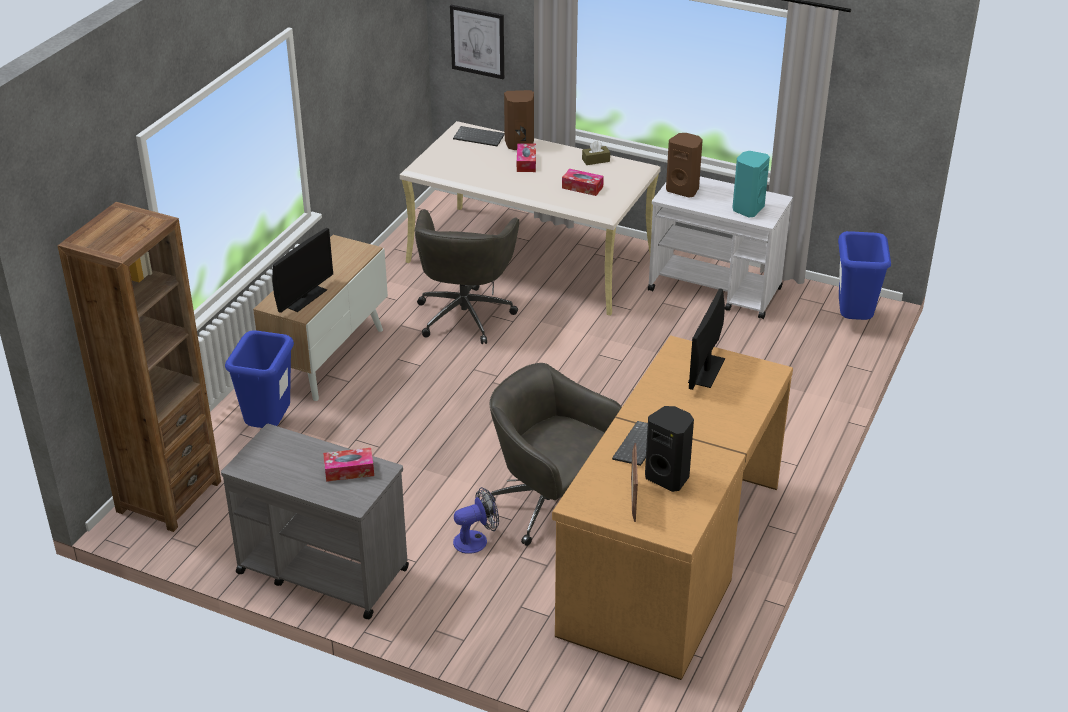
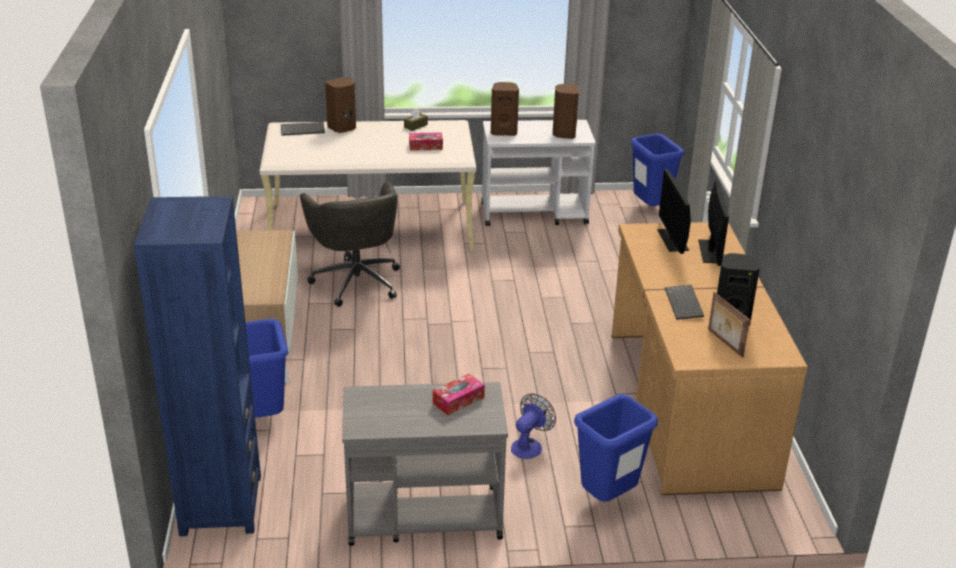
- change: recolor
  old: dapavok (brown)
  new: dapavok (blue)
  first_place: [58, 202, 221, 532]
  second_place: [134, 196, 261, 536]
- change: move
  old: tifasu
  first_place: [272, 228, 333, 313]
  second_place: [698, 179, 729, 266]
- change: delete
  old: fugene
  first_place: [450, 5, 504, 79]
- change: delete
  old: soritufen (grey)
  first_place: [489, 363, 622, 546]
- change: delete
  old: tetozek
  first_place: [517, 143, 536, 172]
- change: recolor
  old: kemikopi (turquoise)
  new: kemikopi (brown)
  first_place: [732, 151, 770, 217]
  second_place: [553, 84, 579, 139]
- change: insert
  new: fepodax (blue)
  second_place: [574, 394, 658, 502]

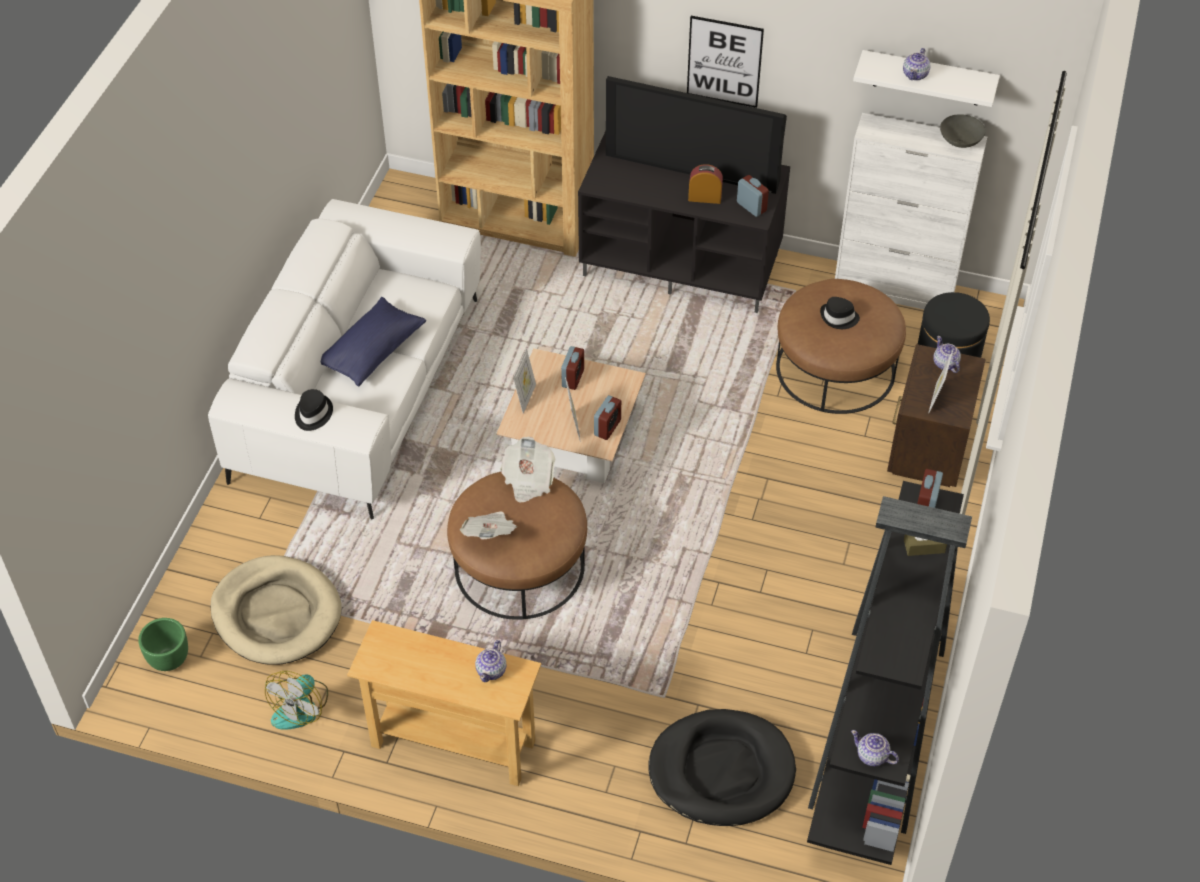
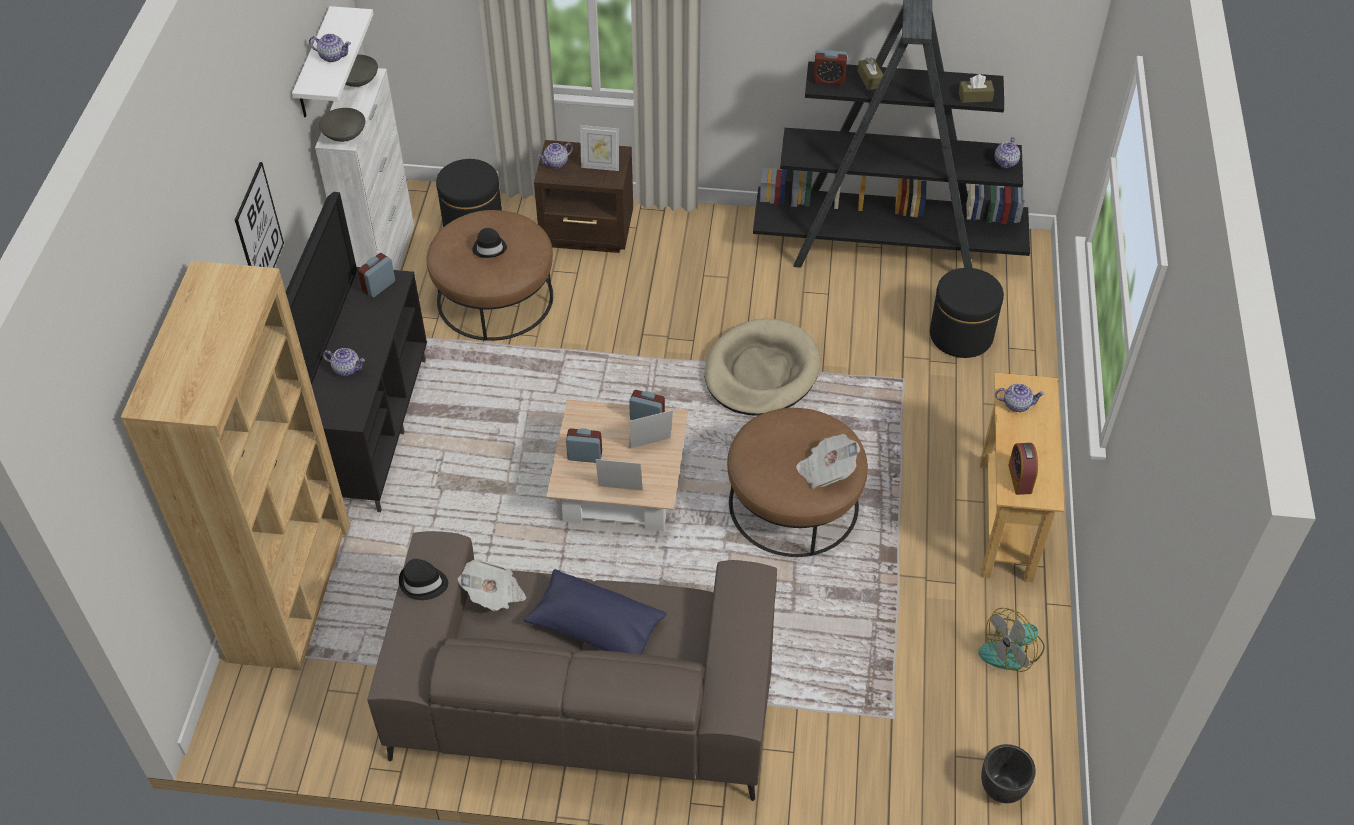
- change: recolor
  old: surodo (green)
  new: surodo (black)
  first_place: [138, 618, 188, 671]
  second_place: [981, 744, 1036, 803]
- change: recolor
  old: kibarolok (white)
  new: kibarolok (brown)
  first_place: [208, 199, 481, 520]
  second_place: [367, 531, 777, 801]
- change: move
  old: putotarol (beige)
  first_place: [210, 555, 342, 665]
  second_place: [704, 318, 820, 416]
- change: rotate
  old: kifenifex
  first_place: [265, 671, 328, 729]
  second_place: [978, 608, 1045, 672]
  degrees: 135
- change: move
  old: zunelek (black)
  first_place: [295, 389, 333, 431]
  second_place: [399, 559, 448, 600]
- change: move
  old: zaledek
  first_place: [500, 437, 555, 503]
  second_place: [458, 559, 526, 611]
- change: replace
  old: putotarol (black)
  new: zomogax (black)
  first_place: [649, 709, 796, 826]
  second_place: [930, 268, 1004, 358]
- change: move
  old: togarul
  first_place: [688, 164, 723, 204]
  second_place: [1008, 443, 1038, 495]
- change: insert
  new: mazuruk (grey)
  second_place: [319, 108, 365, 142]
- change: insert
  new: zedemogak
  second_place: [323, 348, 365, 376]
- change: insert
  new: tetozek (brown)
  second_place: [959, 74, 994, 103]

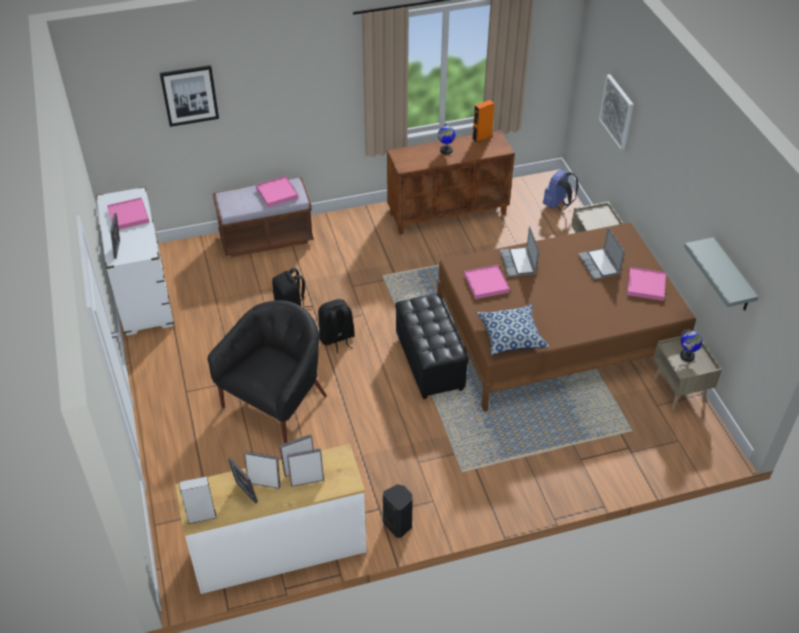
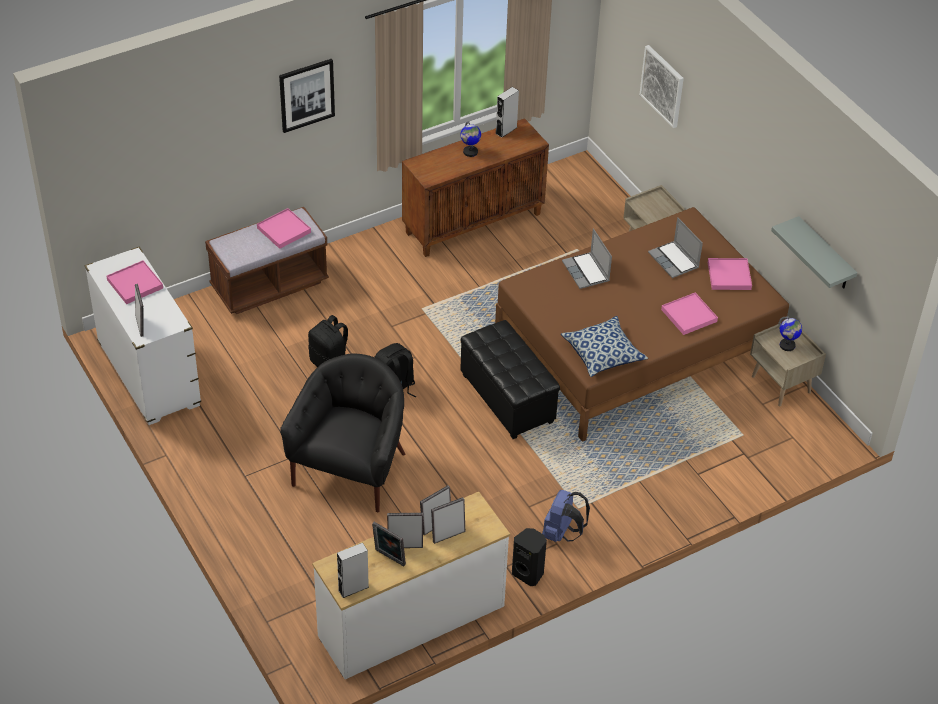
- change: move
  old: fugene
  first_place: [160, 65, 219, 127]
  second_place: [279, 59, 335, 133]
- change: move
  old: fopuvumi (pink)
  first_place: [464, 265, 510, 299]
  second_place: [661, 292, 718, 335]
- change: recolor
  old: kemikopi (orange)
  new: kemikopi (grey)
  first_place: [472, 100, 494, 143]
  second_place: [495, 87, 519, 138]
- change: move
  old: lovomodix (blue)
  first_place: [543, 170, 579, 210]
  second_place: [542, 490, 590, 542]

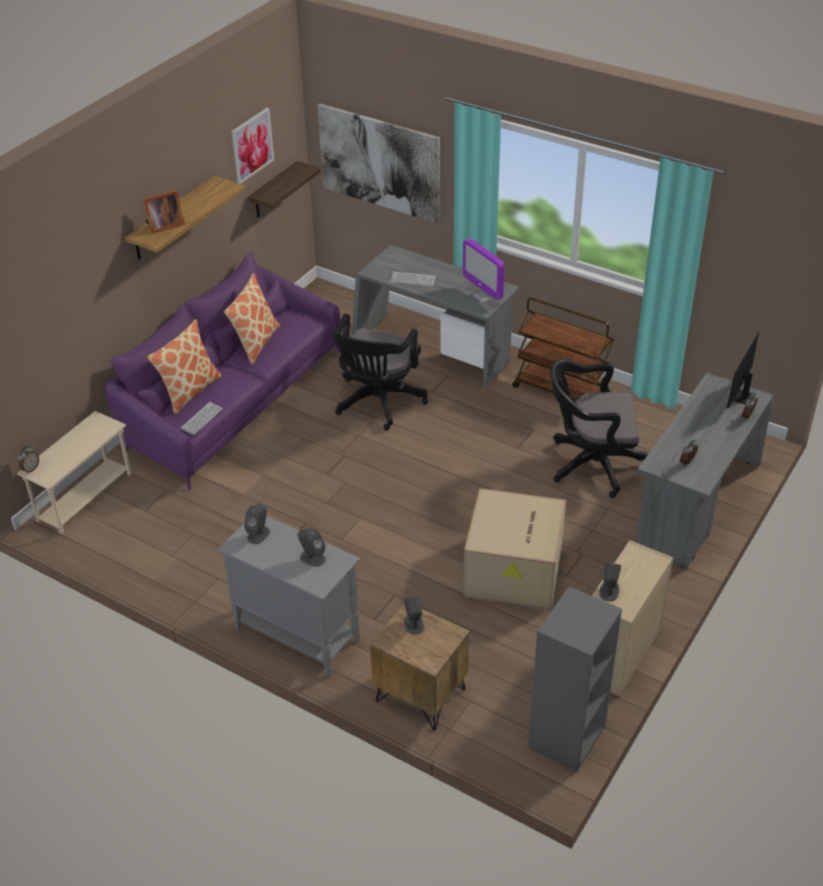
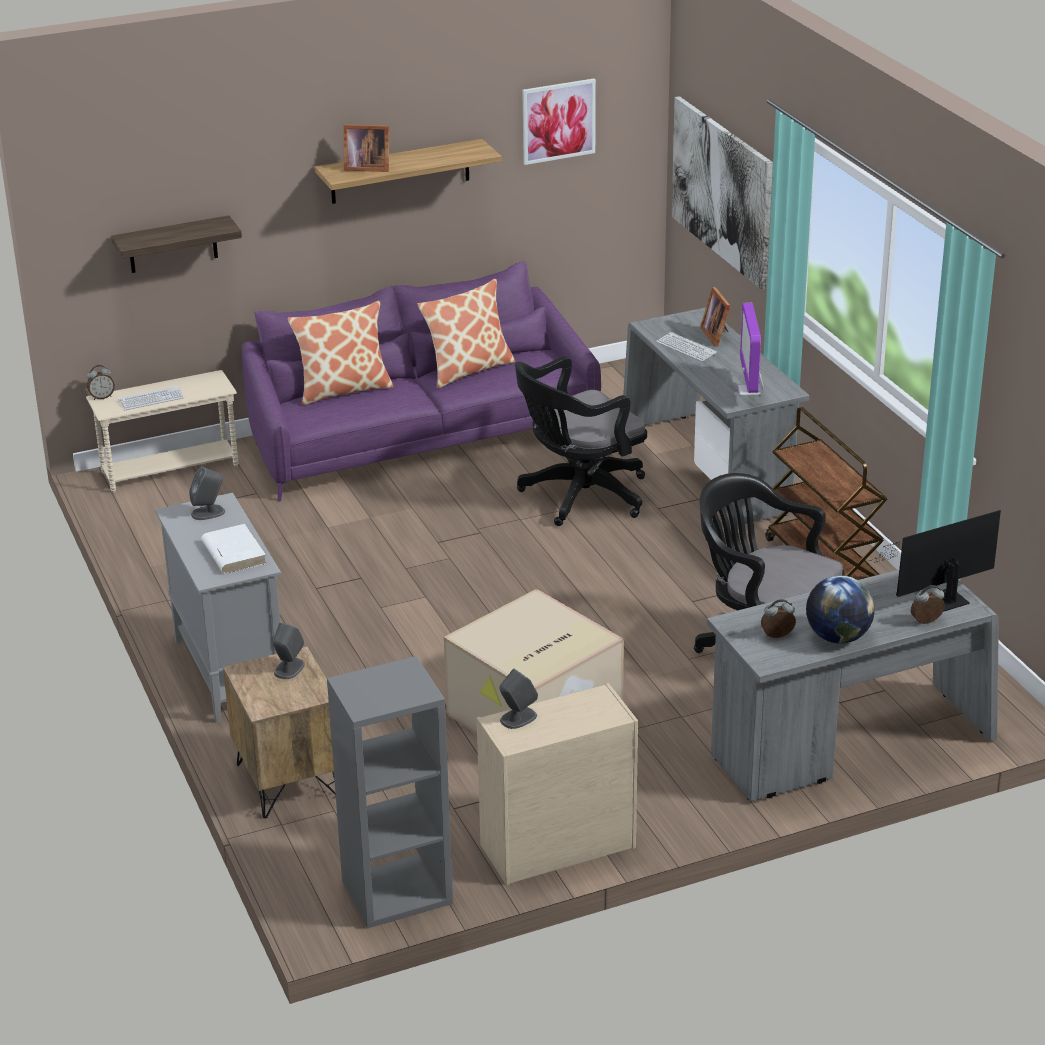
- change: move
  old: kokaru
  first_place: [181, 402, 223, 435]
  second_place: [118, 386, 184, 410]
- change: move
  old: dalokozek
  first_place: [248, 161, 320, 217]
  second_place: [111, 215, 242, 273]
- change: replace
  old: kemikopi (grey)
  new: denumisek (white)
  first_place: [298, 527, 326, 567]
  second_place: [201, 524, 267, 574]
- change: insert
  new: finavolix
  second_place: [700, 287, 730, 347]
- change: insert
  new: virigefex
  second_place: [806, 575, 875, 644]

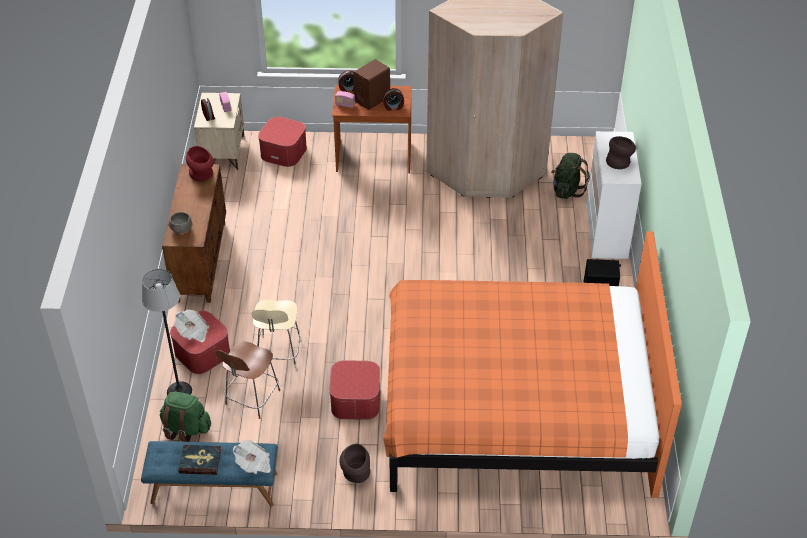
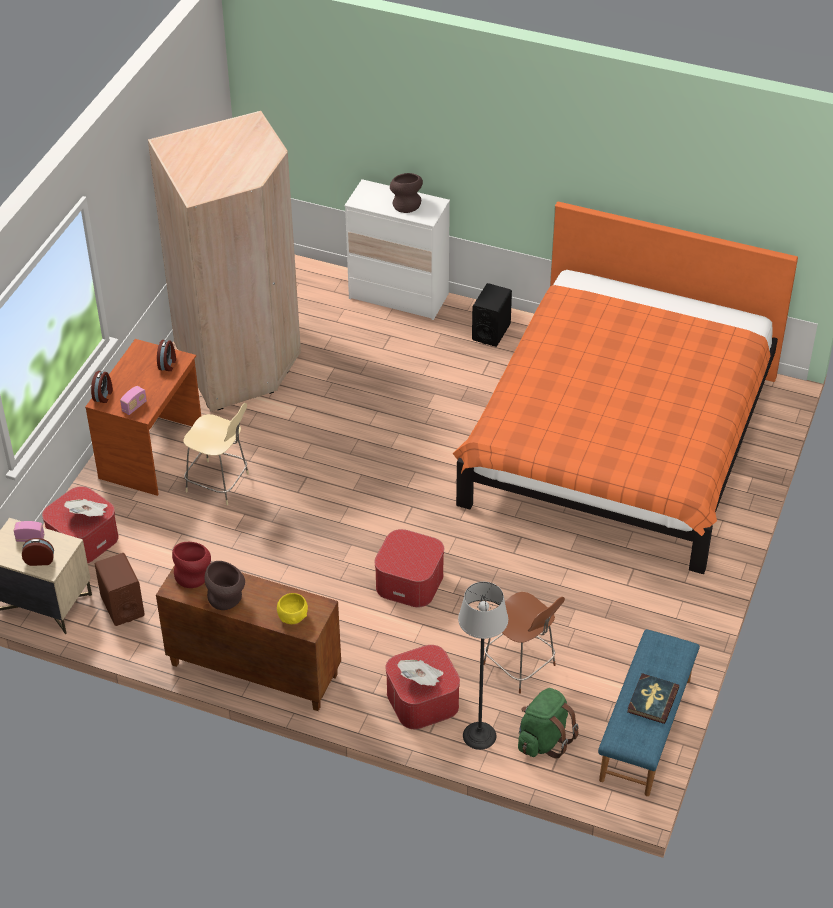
- change: recolor
  old: mazuruk (grey)
  new: mazuruk (yellow)
  first_place: [168, 212, 193, 234]
  second_place: [277, 593, 308, 624]
- change: move
  old: zaledek
  first_place: [233, 440, 270, 474]
  second_place: [64, 499, 108, 516]
- change: move
  old: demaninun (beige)
  first_place: [252, 300, 301, 368]
  second_place: [184, 403, 249, 505]
- change: move
  old: zomogax
  first_place: [329, 360, 380, 420]
  second_place: [374, 529, 444, 607]
- change: move
  old: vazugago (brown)
  first_place: [339, 444, 370, 483]
  second_place: [205, 561, 245, 610]
- change: move
  old: kemikopi (brown)
  first_place: [353, 59, 390, 110]
  second_place: [95, 553, 145, 626]
- change: delete
  old: lovomodix (green)
  first_place: [551, 153, 590, 199]

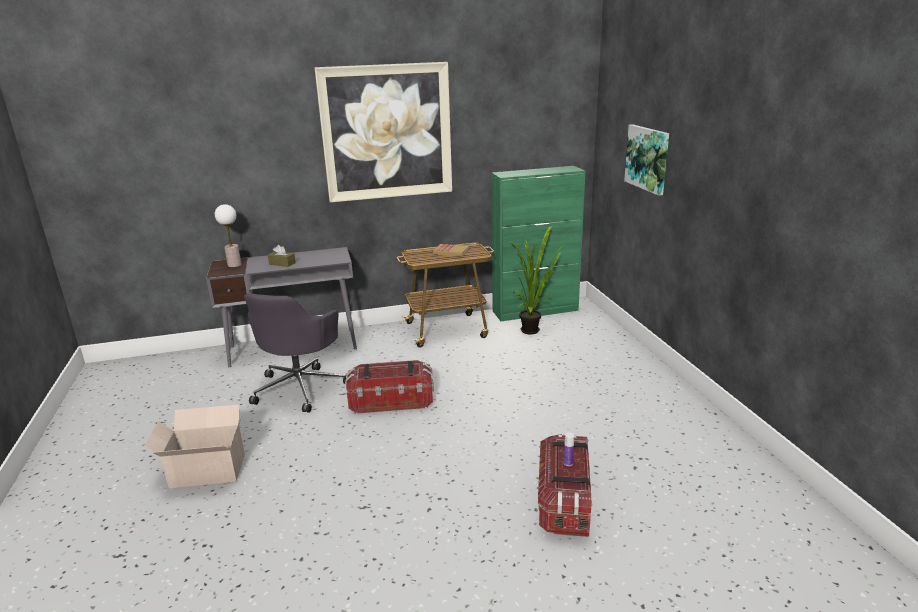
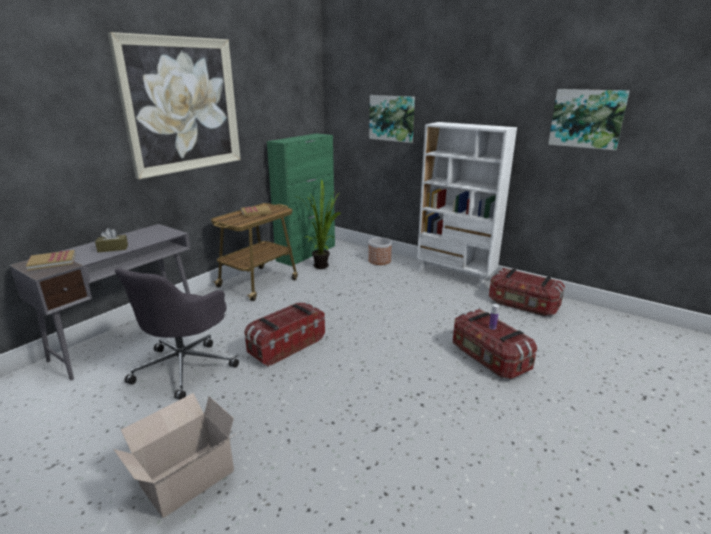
- change: replace
  old: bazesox
  new: denumisek
  first_place: [215, 204, 241, 267]
  second_place: [26, 250, 75, 271]
- change: rotate
  old: soritufen (grey)
  first_place: [244, 293, 346, 413]
  second_place: [115, 268, 239, 400]
  degrees: 45
- change: insert
  new: surodo
  second_place: [368, 237, 392, 265]
- change: insert
  new: dapavok (white)
  second_place: [417, 122, 517, 291]
- change: insert
  new: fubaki
  second_place: [489, 268, 565, 316]
- change: insert
  new: fugene
  second_place: [548, 89, 629, 150]

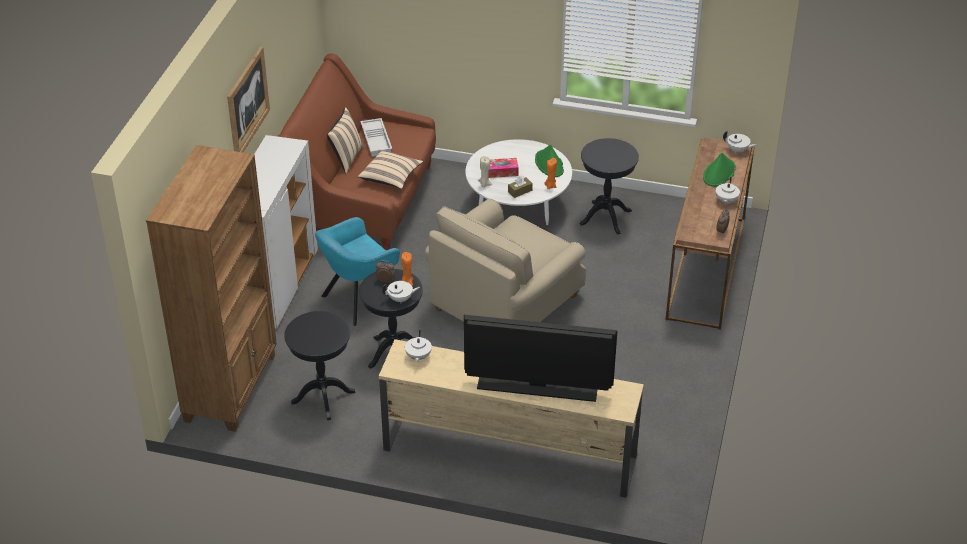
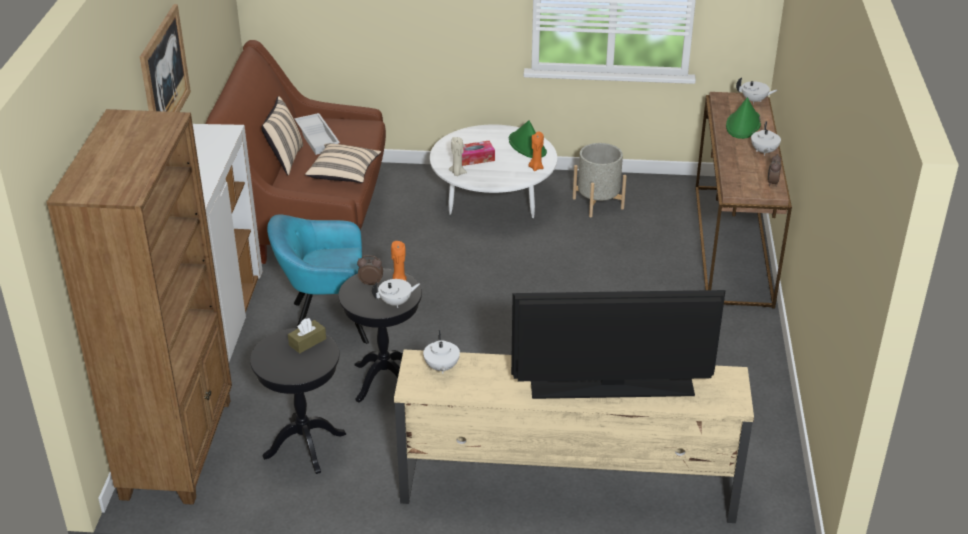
- change: rotate
  old: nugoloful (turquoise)
  first_place: [315, 217, 400, 326]
  second_place: [267, 214, 369, 344]
  degrees: 45
- change: delete
  old: nugoloful (beige)
  first_place: [425, 199, 586, 322]
- change: move
  old: tetozek (brown)
  first_place: [508, 176, 533, 198]
  second_place: [288, 318, 326, 353]
- change: replace
  old: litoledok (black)
  new: surodo (grey)
  first_place: [579, 138, 639, 235]
  second_place: [573, 143, 627, 218]

